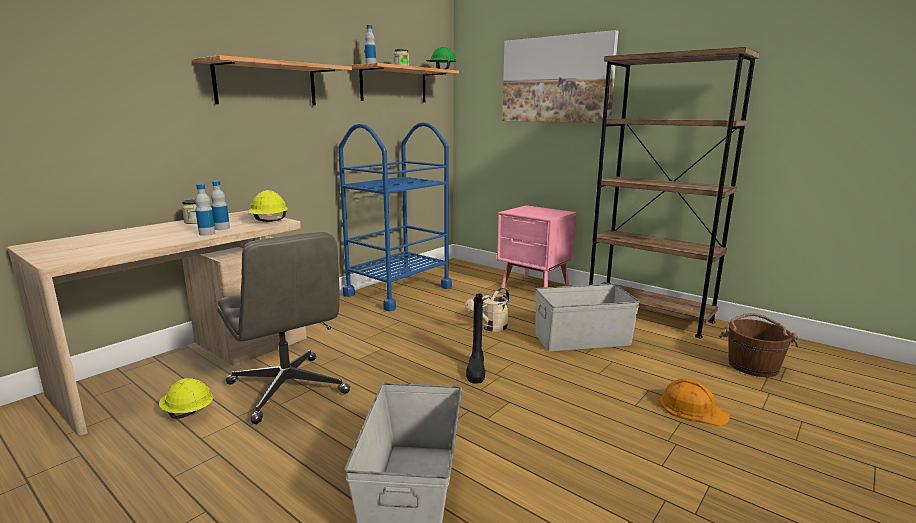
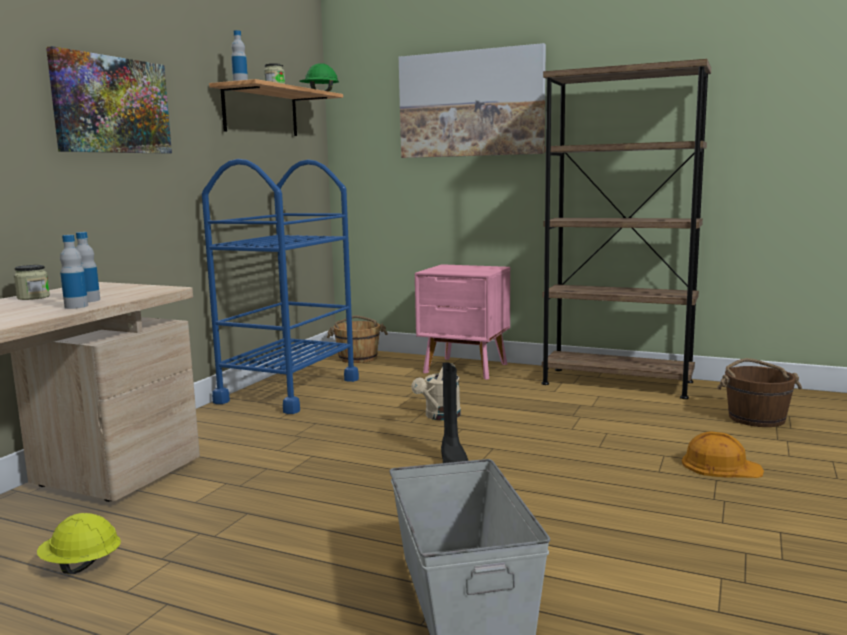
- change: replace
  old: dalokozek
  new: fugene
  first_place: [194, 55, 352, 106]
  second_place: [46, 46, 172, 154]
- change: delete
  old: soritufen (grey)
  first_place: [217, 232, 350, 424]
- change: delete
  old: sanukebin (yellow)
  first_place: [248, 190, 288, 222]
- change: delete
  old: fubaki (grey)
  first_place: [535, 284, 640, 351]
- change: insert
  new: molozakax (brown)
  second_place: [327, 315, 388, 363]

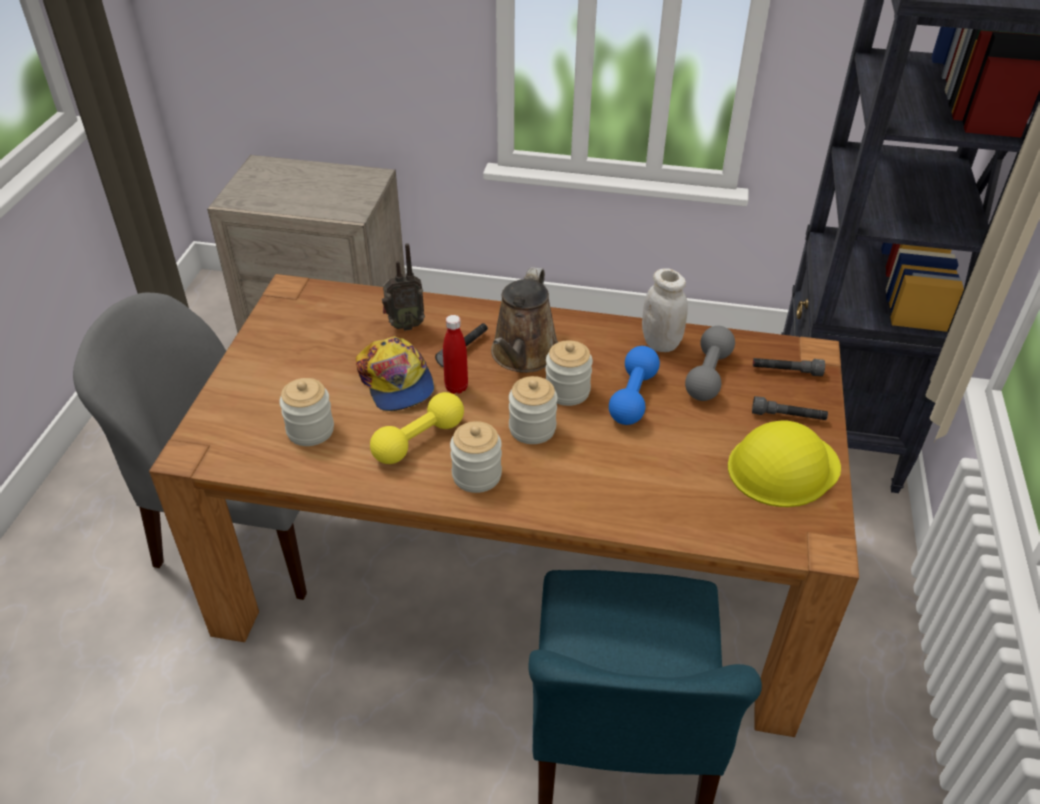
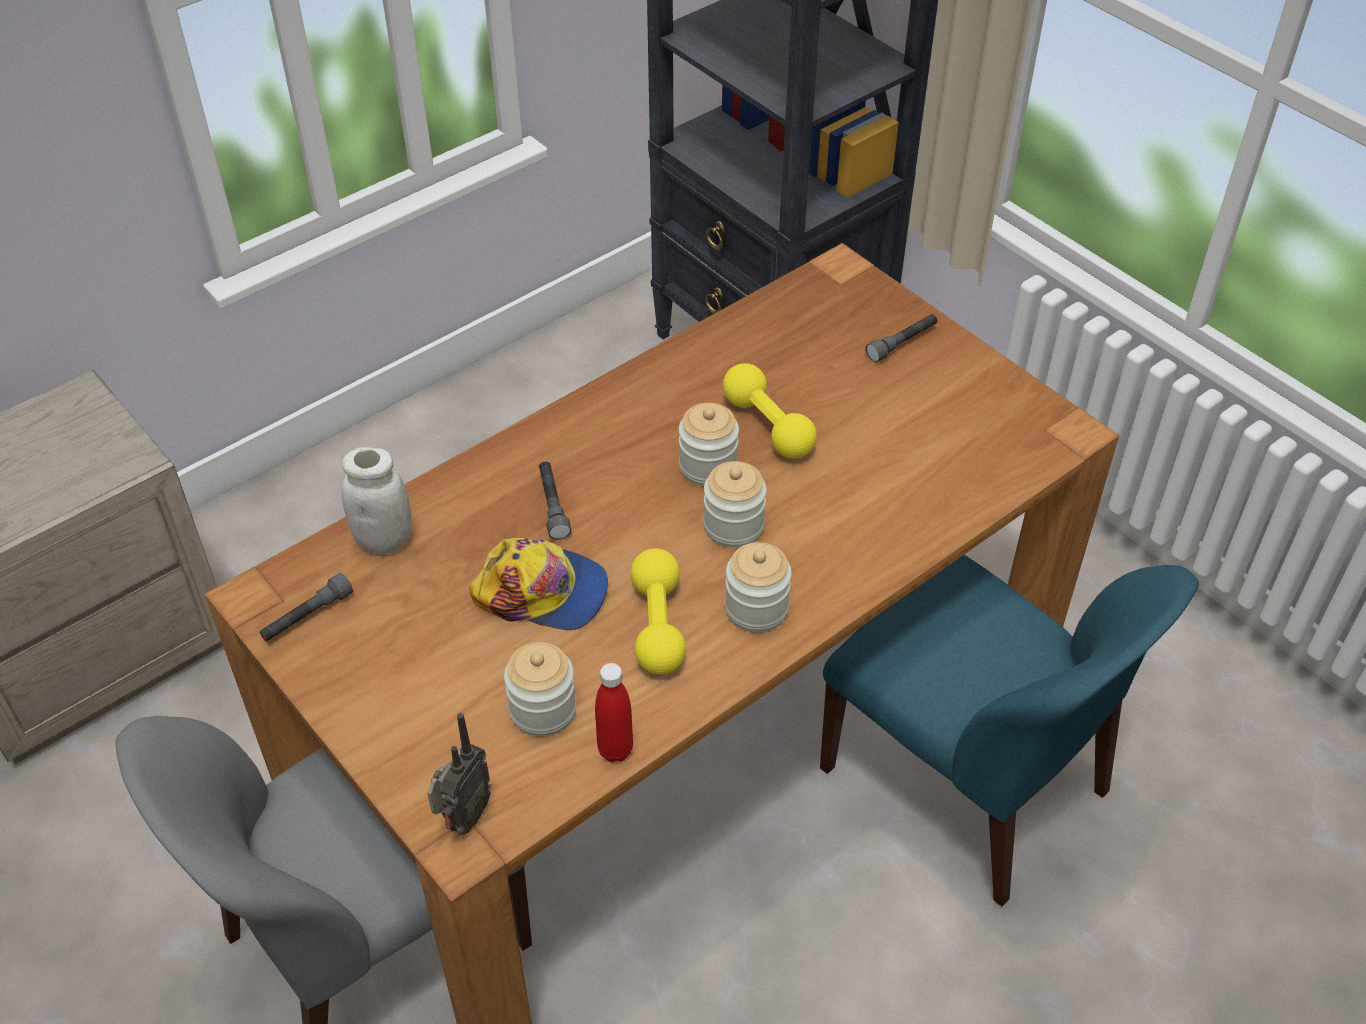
- change: move
  old: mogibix
  first_place: [382, 243, 425, 331]
  second_place: [427, 713, 491, 835]
- change: move
  old: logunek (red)
  first_place: [443, 315, 468, 394]
  second_place: [595, 663, 633, 762]
- change: delete
  old: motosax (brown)
  first_place: [491, 267, 558, 373]
- change: recolor
  old: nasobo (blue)
  new: nasobo (yellow)
  first_place: [609, 346, 660, 425]
  second_place: [723, 363, 817, 459]
- change: move
  old: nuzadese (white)
  first_place: [642, 268, 688, 352]
  second_place: [342, 447, 412, 554]
- change: delete
  old: nasobo (grey)
  first_place: [685, 326, 735, 401]
- change: delete
  old: sanukebin (yellow)
  first_place: [728, 420, 841, 507]
- change: move
  old: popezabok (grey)
  first_place: [753, 358, 825, 376]
  second_place: [260, 573, 353, 641]

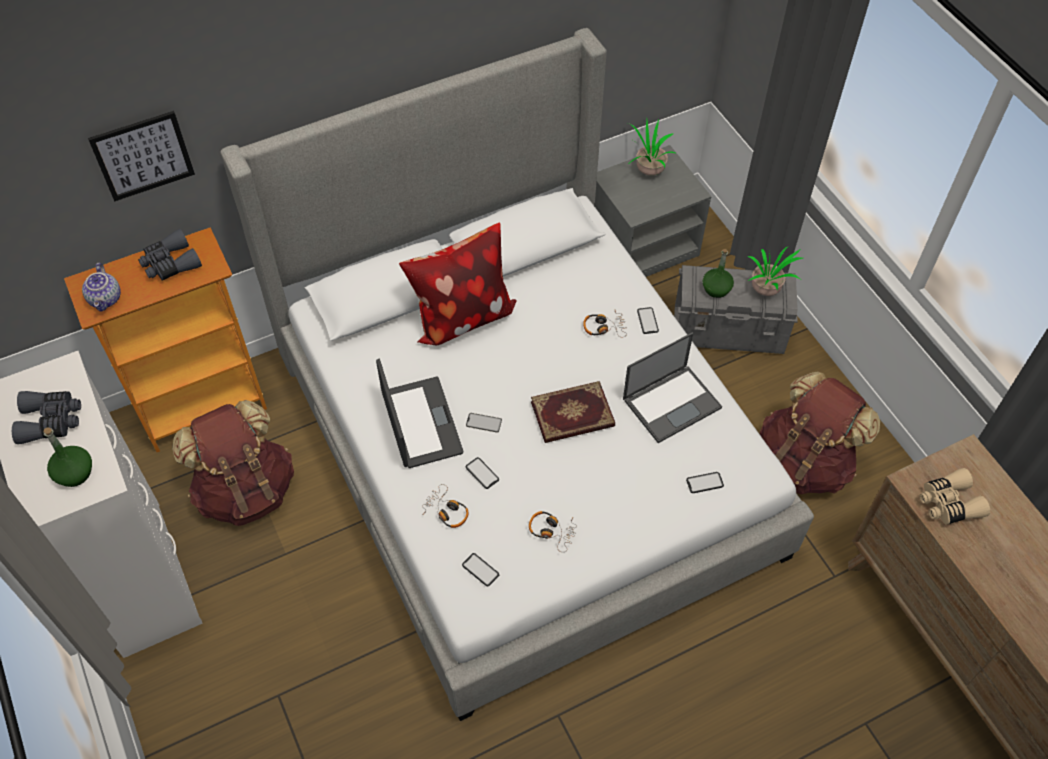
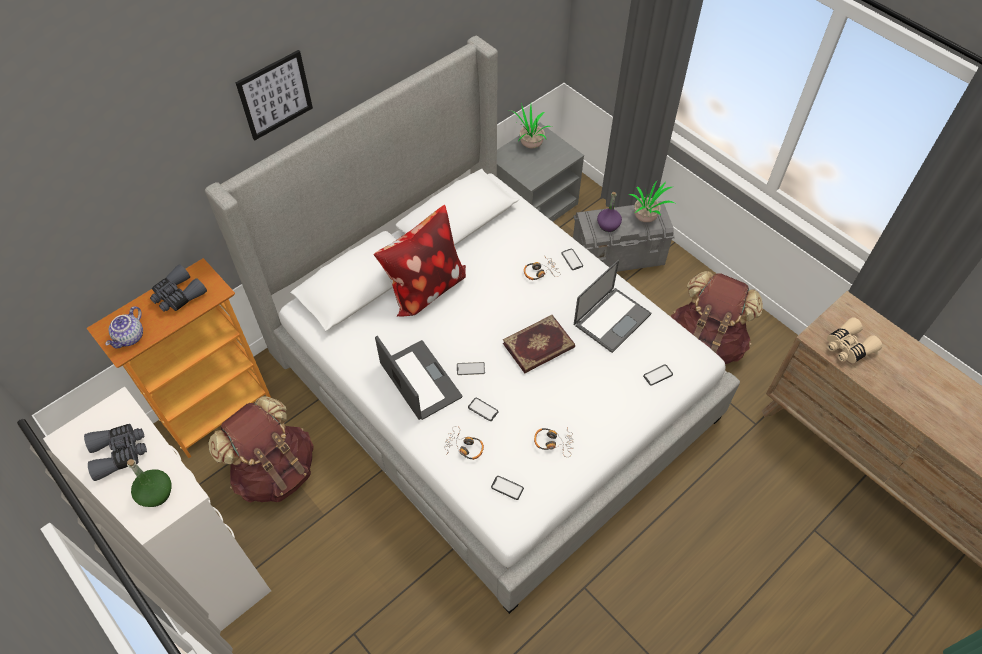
- change: rotate
  old: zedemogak
  first_place: [82, 263, 121, 312]
  second_place: [105, 306, 143, 349]
  degrees: 45
- change: move
  old: fugene
  first_place: [88, 111, 195, 202]
  second_place: [235, 50, 313, 141]
- change: recolor
  old: logunek (green)
  new: logunek (purple)
  first_place: [702, 249, 734, 298]
  second_place: [597, 192, 622, 232]

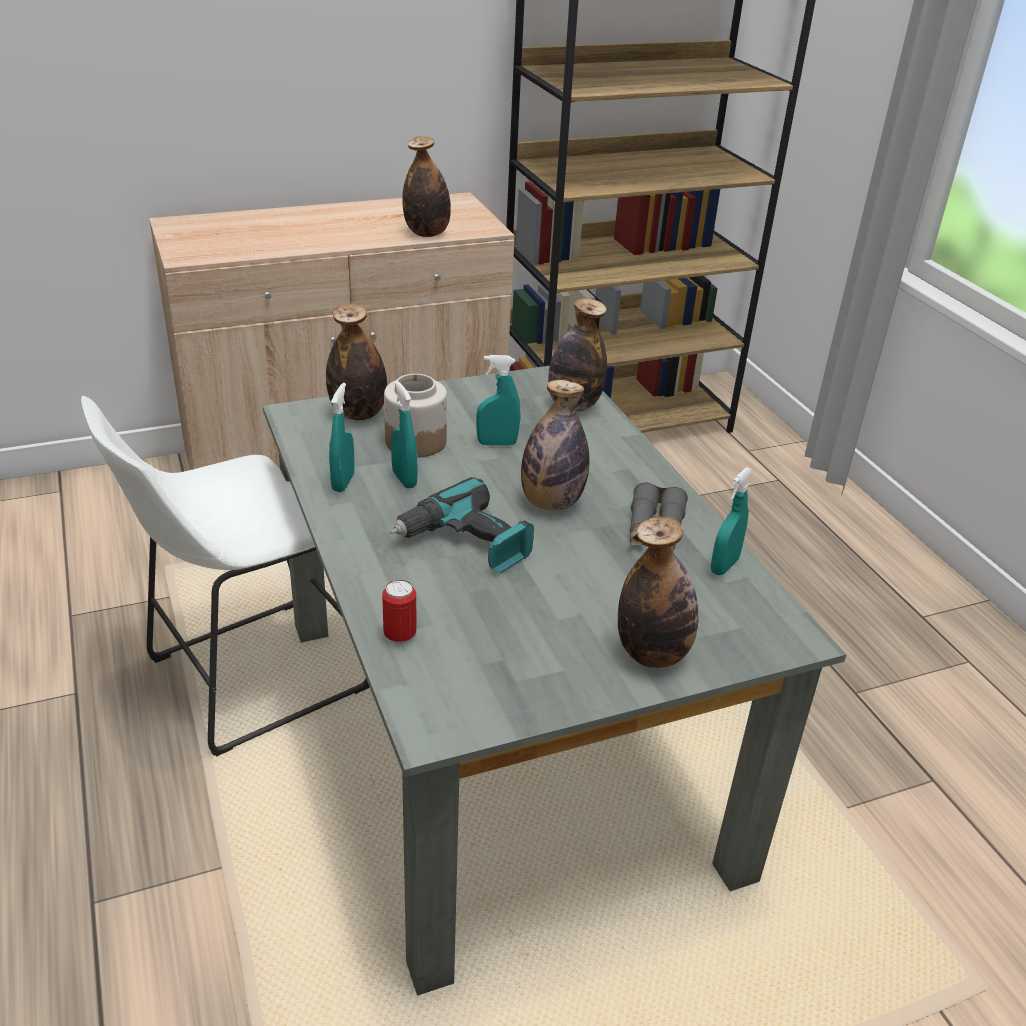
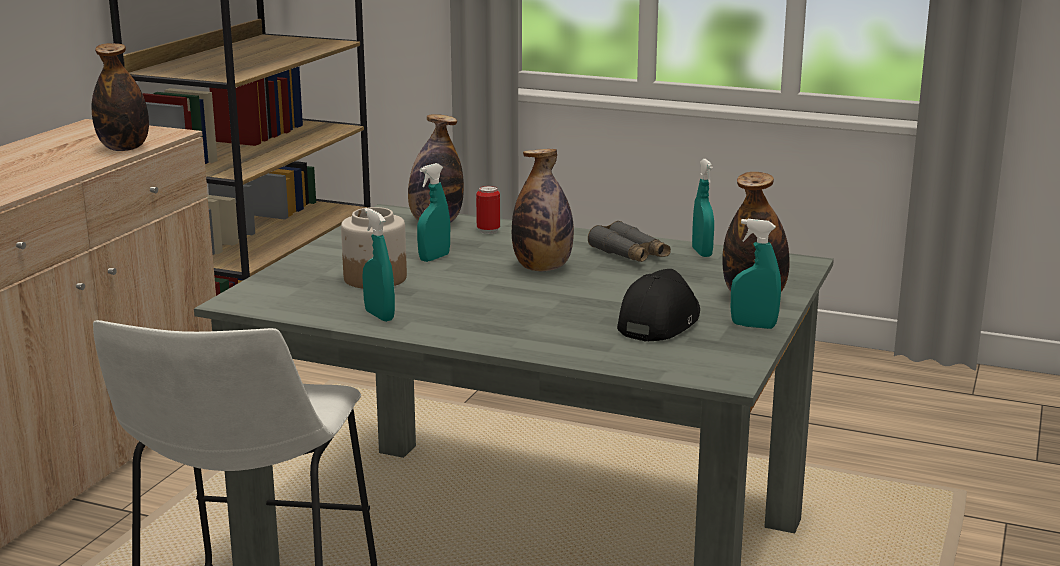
- change: delete
  old: logunek
  first_place: [326, 303, 387, 420]
- change: move
  old: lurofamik
  first_place: [382, 580, 417, 645]
  second_place: [476, 186, 500, 234]
- change: delete
  old: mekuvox
  first_place: [390, 477, 534, 573]
- change: move
  old: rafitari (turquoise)
  first_place: [391, 381, 418, 489]
  second_place: [731, 219, 781, 329]
- change: insert
  new: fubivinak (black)
  second_place: [617, 269, 700, 341]

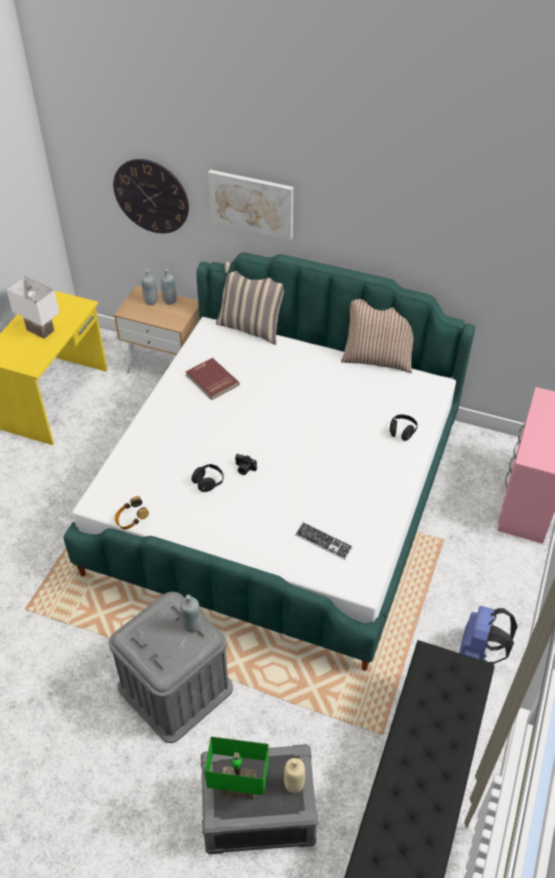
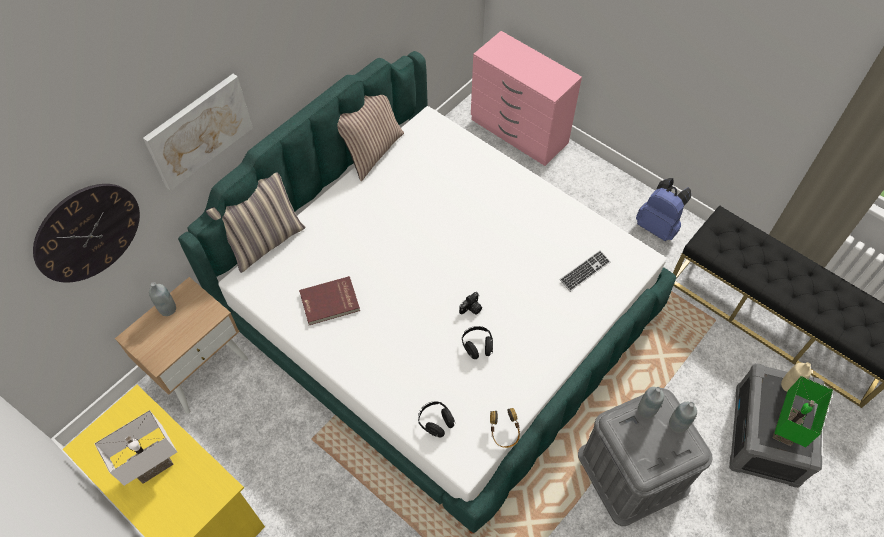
- change: move
  old: logunek (grey)
  first_place: [142, 269, 158, 305]
  second_place: [669, 402, 697, 433]
- change: move
  old: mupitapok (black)
  first_place: [390, 415, 418, 441]
  second_place: [418, 401, 455, 438]

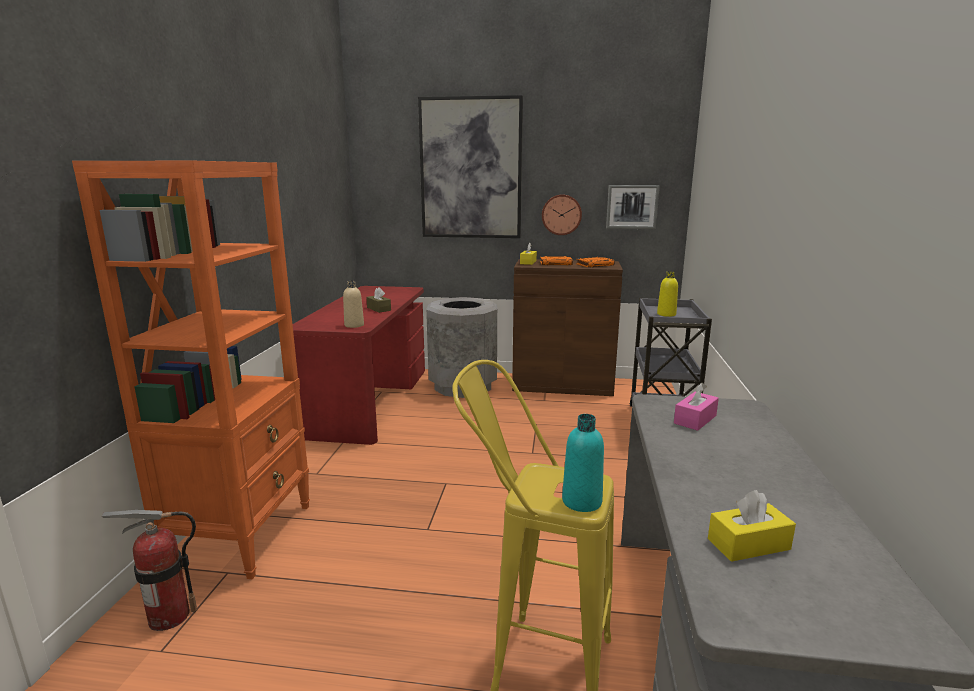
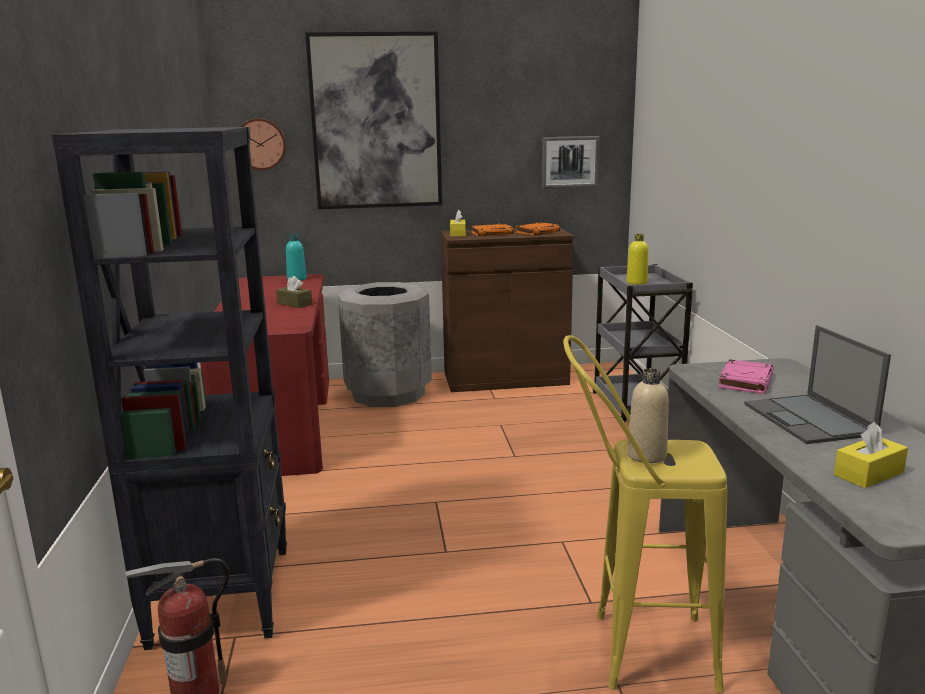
- change: recolor
  old: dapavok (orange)
  new: dapavok (black)
  first_place: [72, 161, 310, 579]
  second_place: [52, 127, 287, 650]
- change: move
  old: logunek (beige)
  first_place: [343, 281, 364, 328]
  second_place: [627, 368, 669, 463]
- change: move
  old: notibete
  first_place: [542, 194, 582, 235]
  second_place: [240, 118, 286, 170]
- change: move
  old: logunek (turquoise)
  first_place: [562, 414, 604, 512]
  second_place: [286, 234, 307, 281]
- change: replace
  old: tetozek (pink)
  new: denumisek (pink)
  first_place: [674, 383, 719, 431]
  second_place: [718, 359, 774, 394]
- change: insert
  new: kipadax
  second_place: [744, 325, 891, 444]

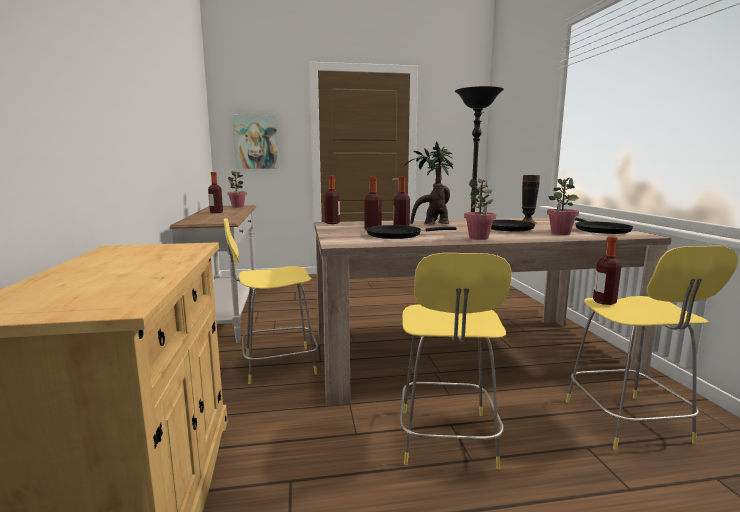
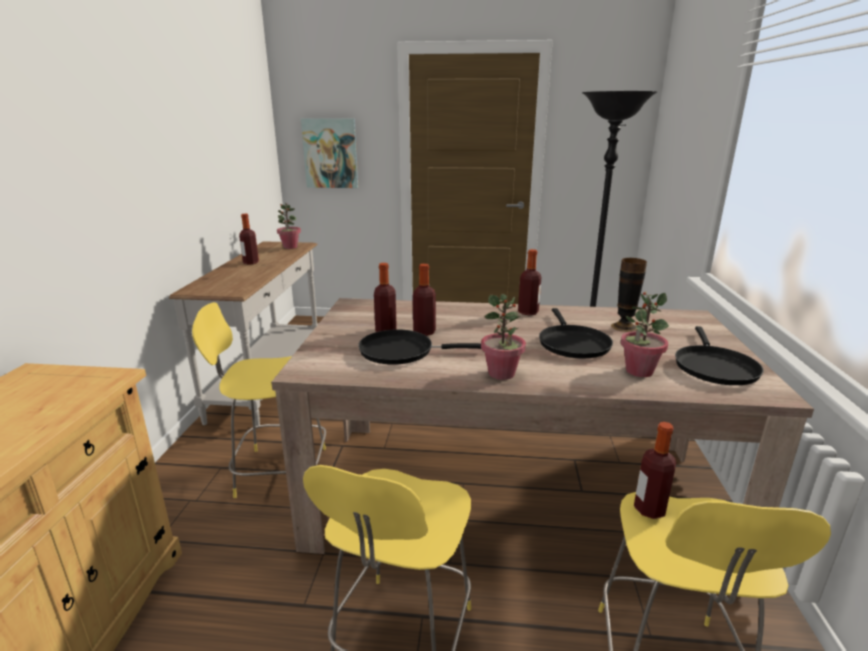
- change: move
  old: logunek
  first_place: [324, 175, 340, 224]
  second_place: [518, 249, 541, 315]
- change: delete
  old: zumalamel
  first_place: [404, 141, 453, 225]

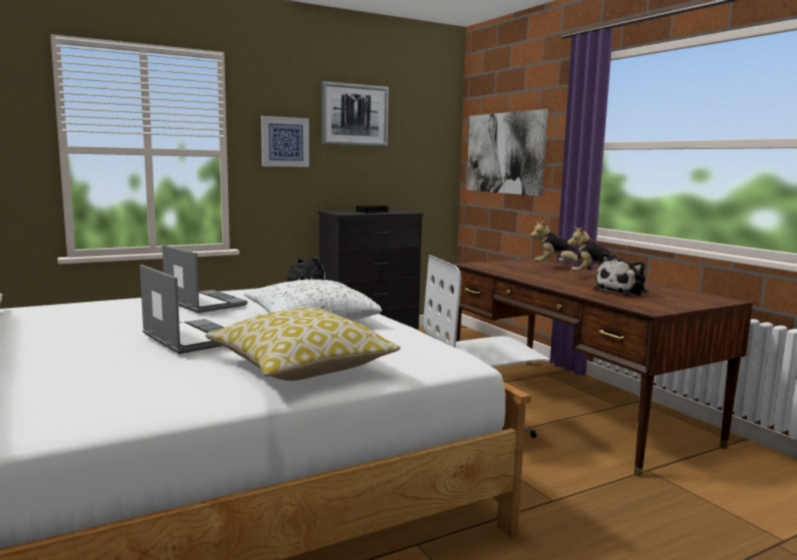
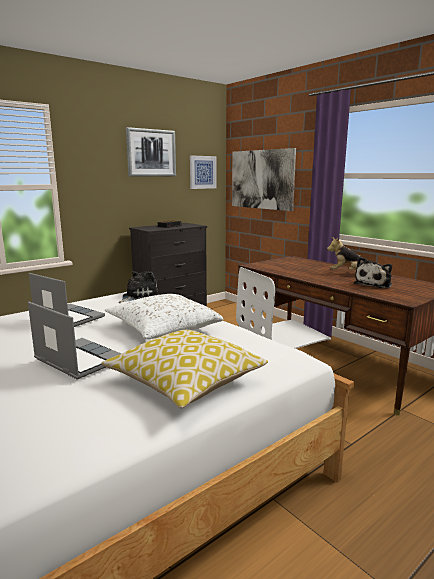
- change: move
  old: fugene
  first_place: [261, 116, 309, 167]
  second_place: [190, 155, 216, 189]
- change: delete
  old: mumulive
  first_place: [530, 221, 592, 270]

